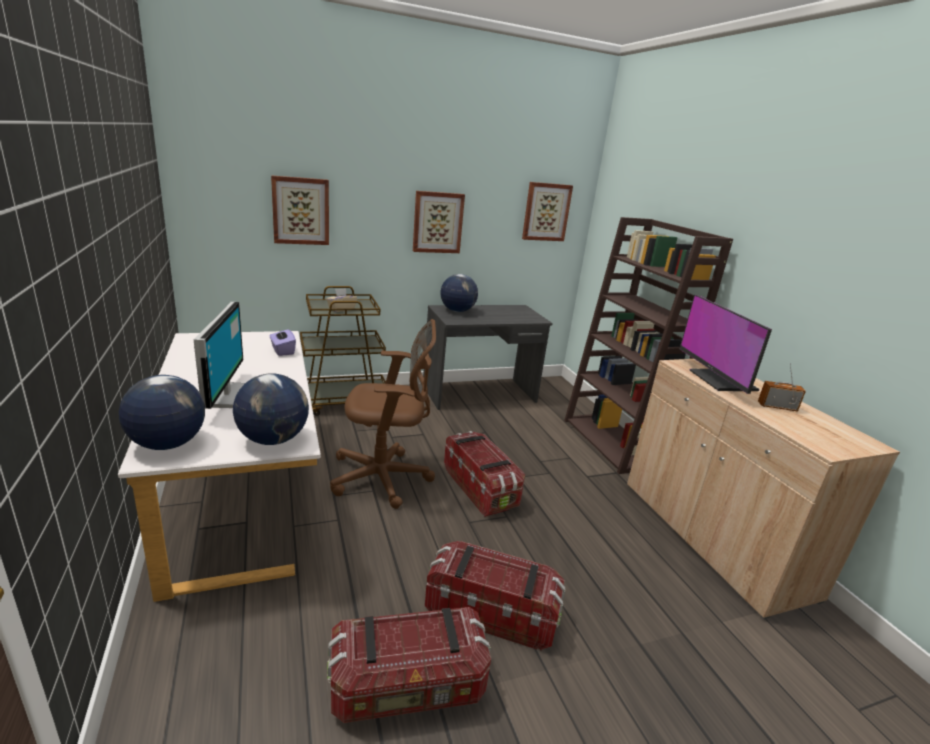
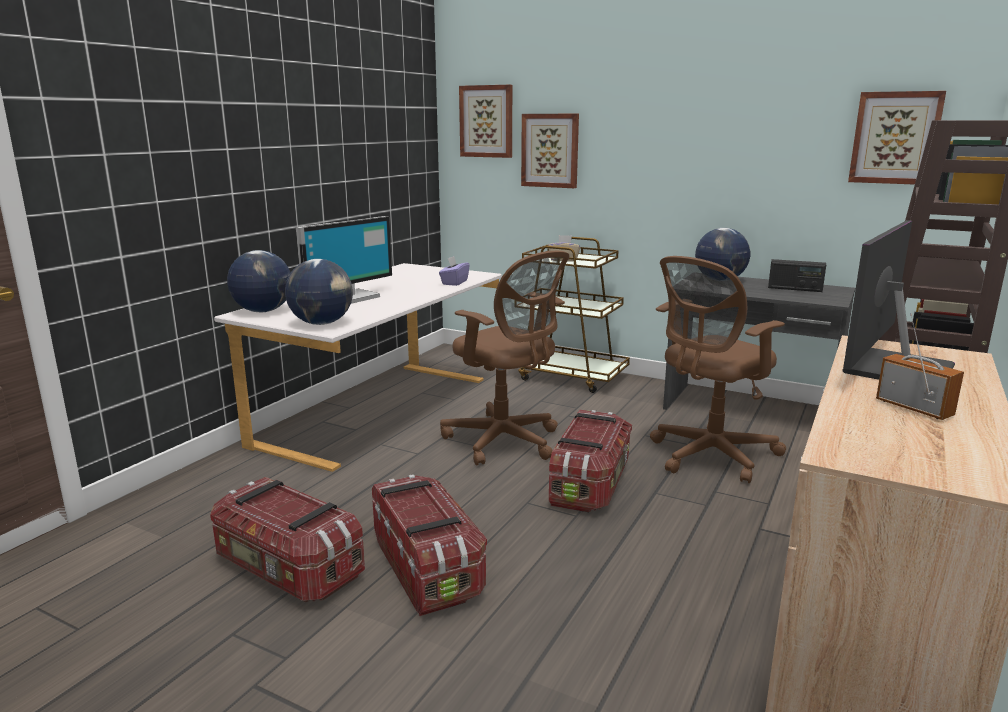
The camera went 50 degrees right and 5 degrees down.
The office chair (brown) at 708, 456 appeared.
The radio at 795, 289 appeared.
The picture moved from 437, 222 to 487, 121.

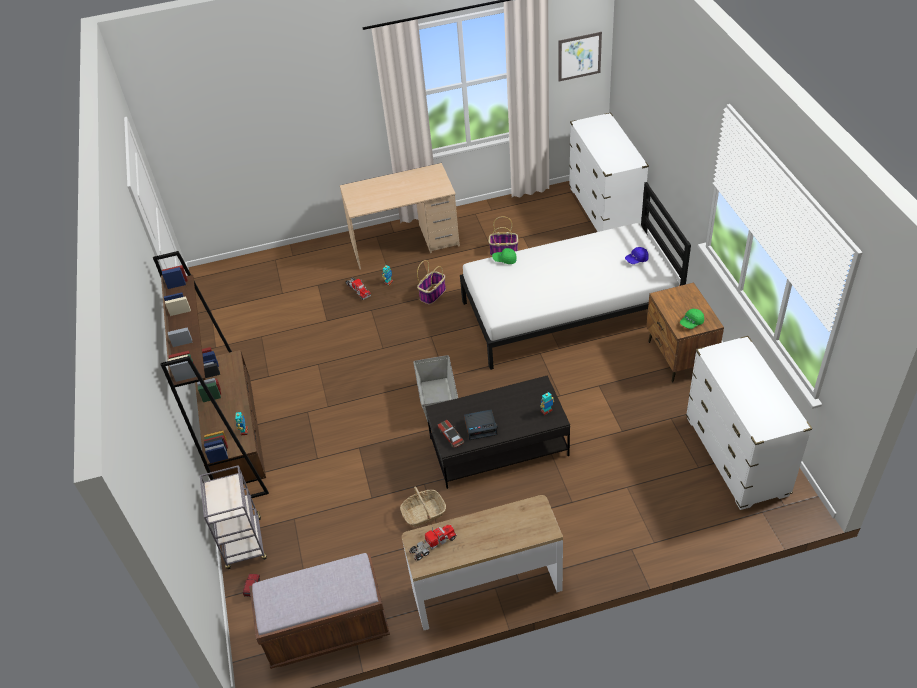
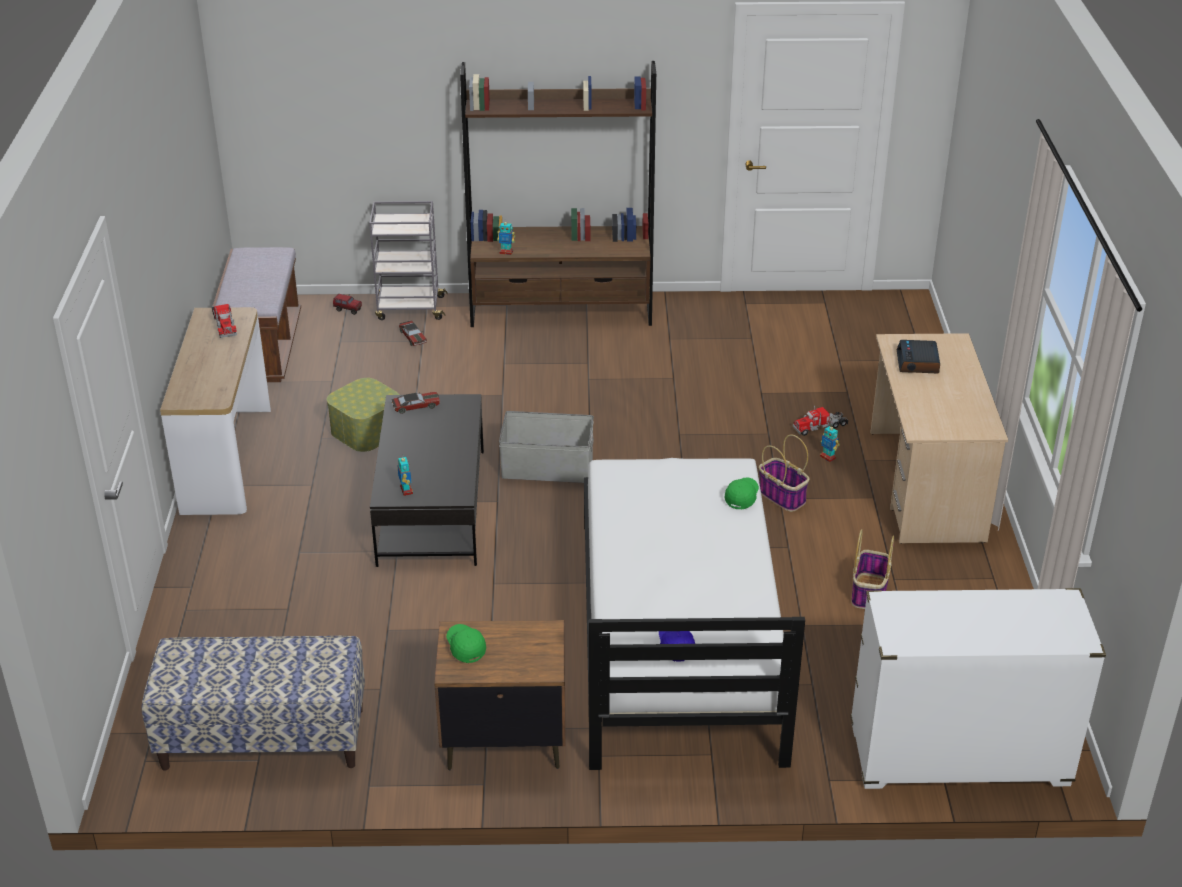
The camera went 100 degrees right and 10 degrees down.
The picture at 579, 56 disappeared.
The toy car at 413, 337 appeared.
The alarm clock moved from 481, 427 to 918, 362.
The basket at 423, 513 was replaced by the storage box at 366, 430.
The dresser (white) at 736, 456 was replaced by the bench at 263, 739.

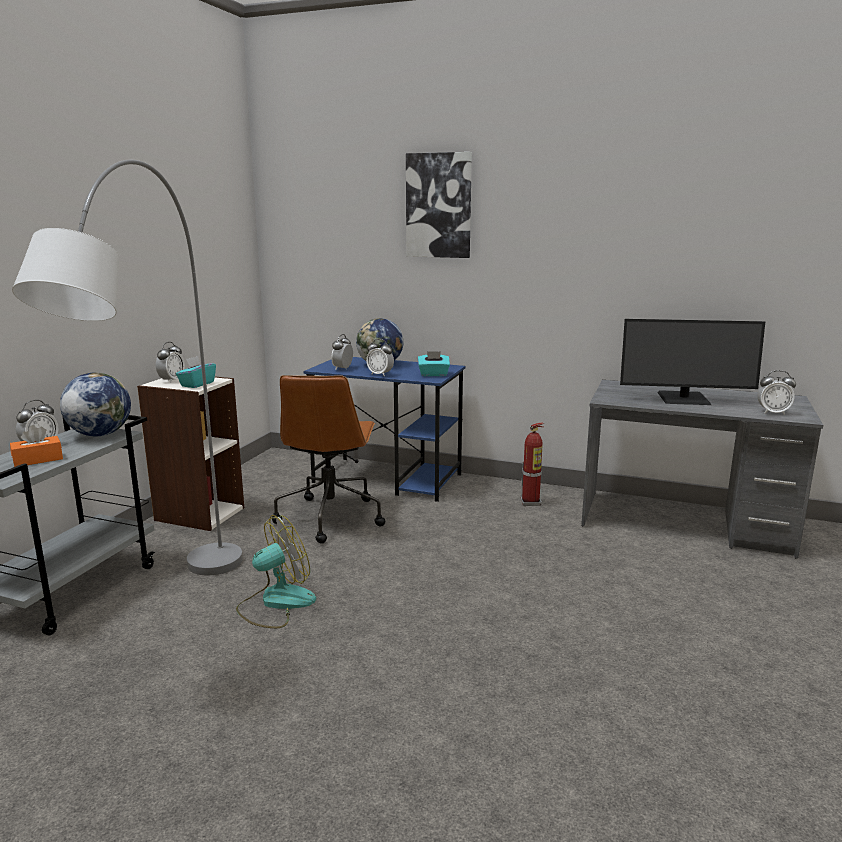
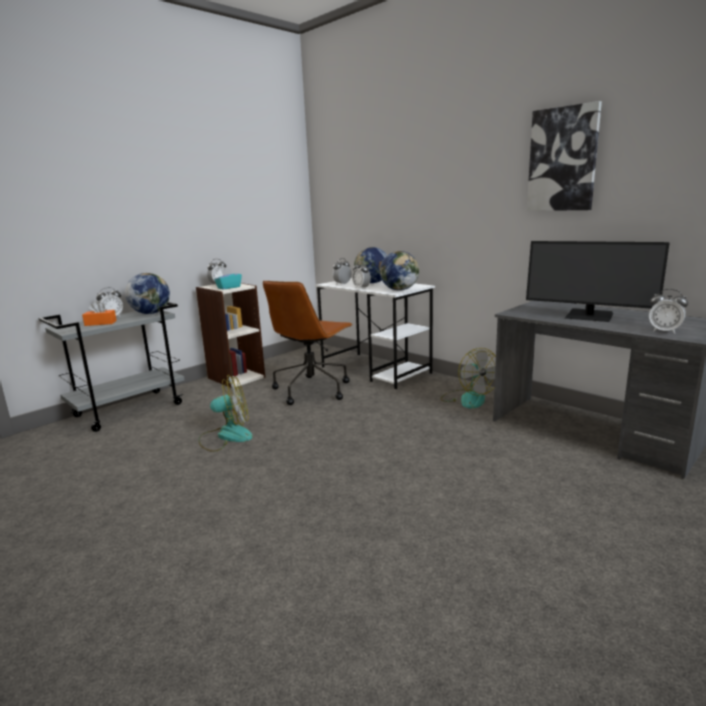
The camera went 25 degrees right and 0 degrees up.
The floor lamp (grey) at 173, 619 disappeared.
The picture moved from 439, 206 to 563, 159.
The tissue box (turquoise) at 433, 374 was replaced by the globe at 399, 290.
The fire extinguisher at 531, 502 was replaced by the fan at 468, 398.
The desk (blue) at 388, 479 became the desk (white) at 376, 370.

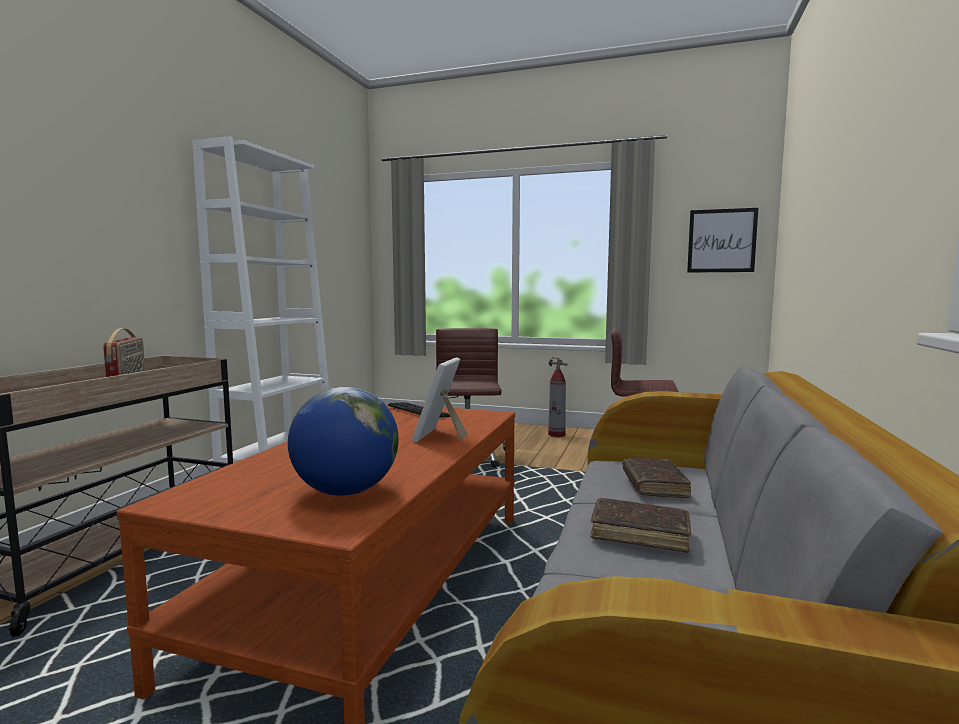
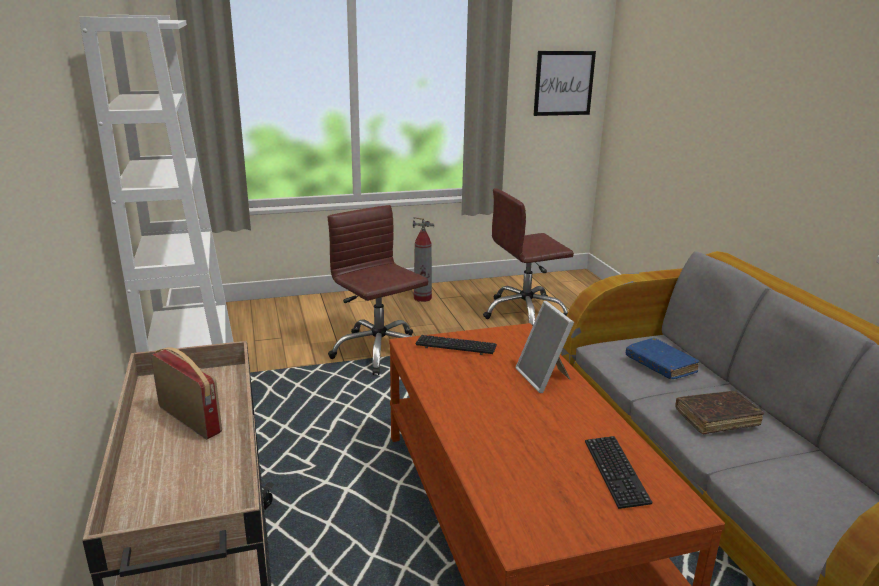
The camera went 35 degrees left and 15 degrees up.
The globe at 346, 491 was replaced by the keyboard at 615, 472.
The book (brown) at 654, 485 became the book (blue) at 660, 365.

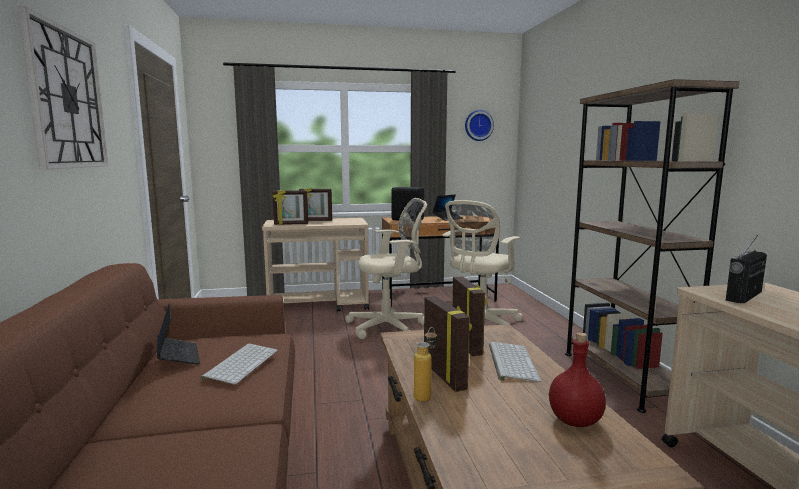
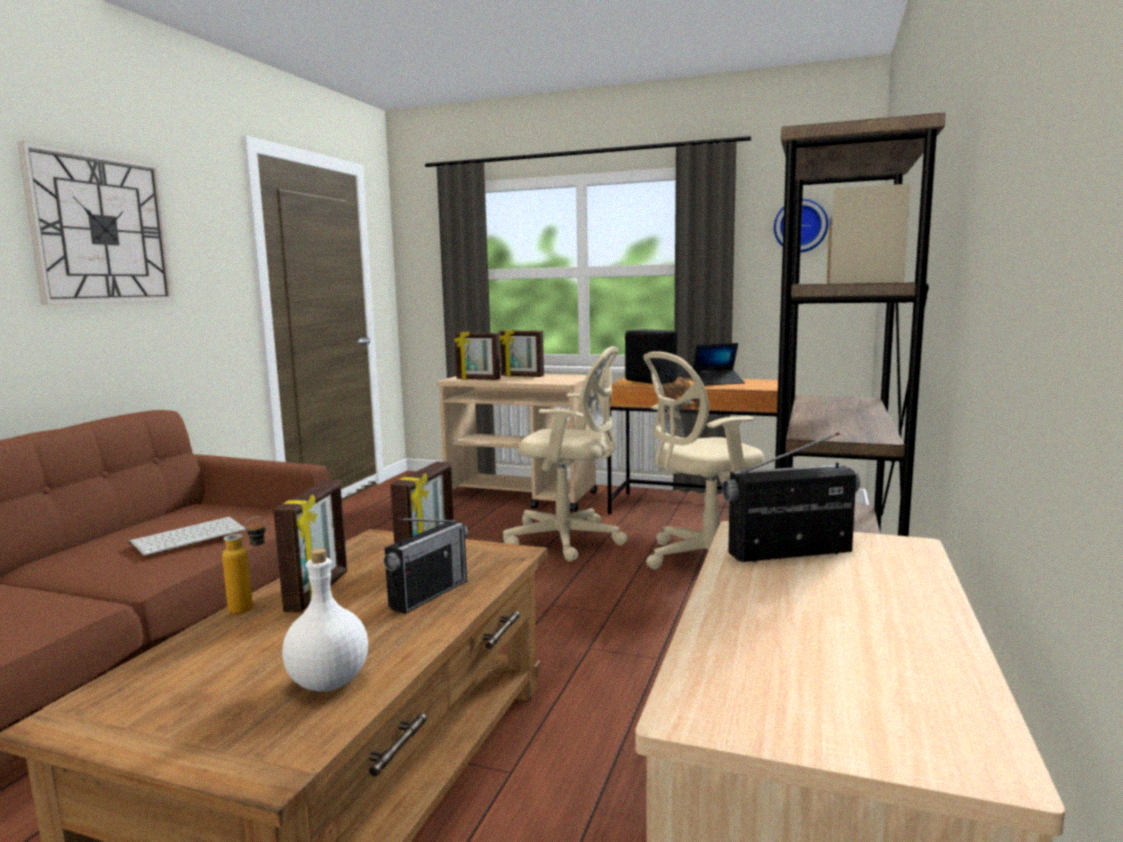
The camera went 30 degrees right and 0 degrees up.
The laptop at 178, 357 disappeared.
The keyboard at 511, 361 was replaced by the radio at 429, 594.
The bottle (red) at 576, 421 became the bottle (white) at 329, 683.

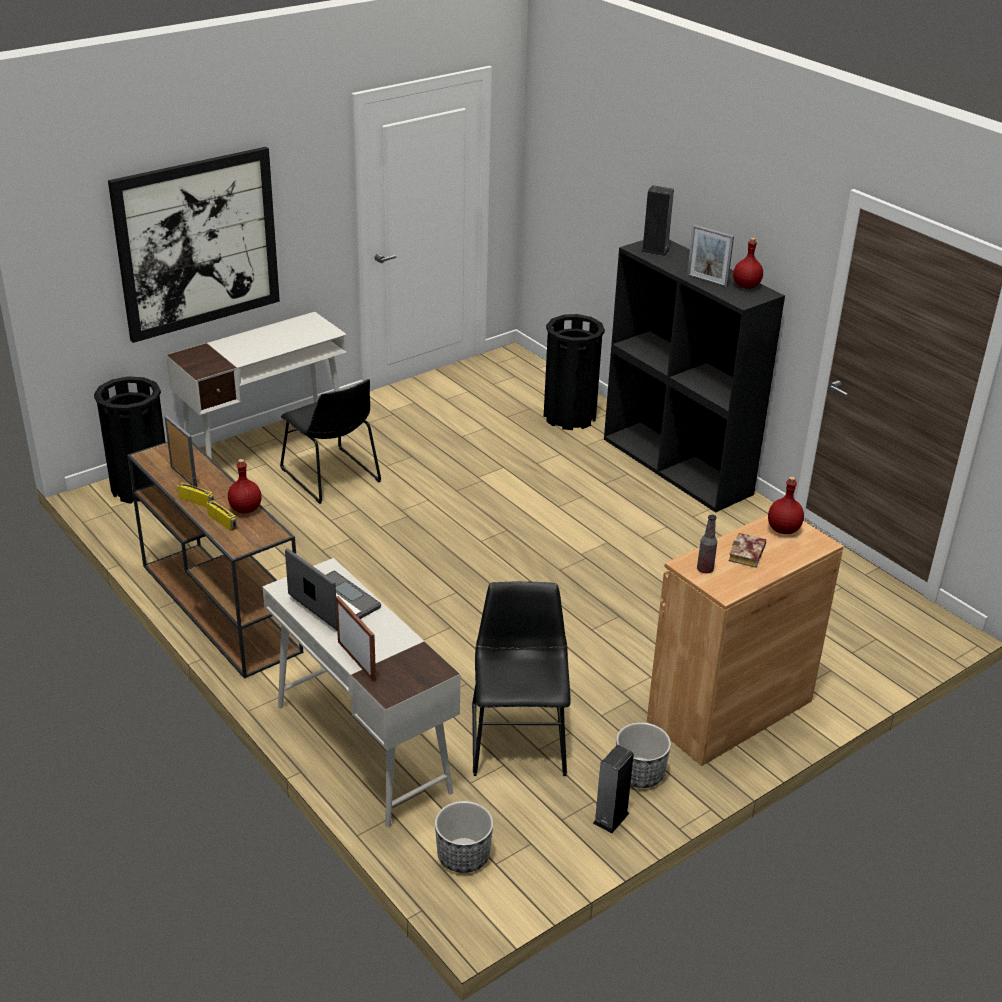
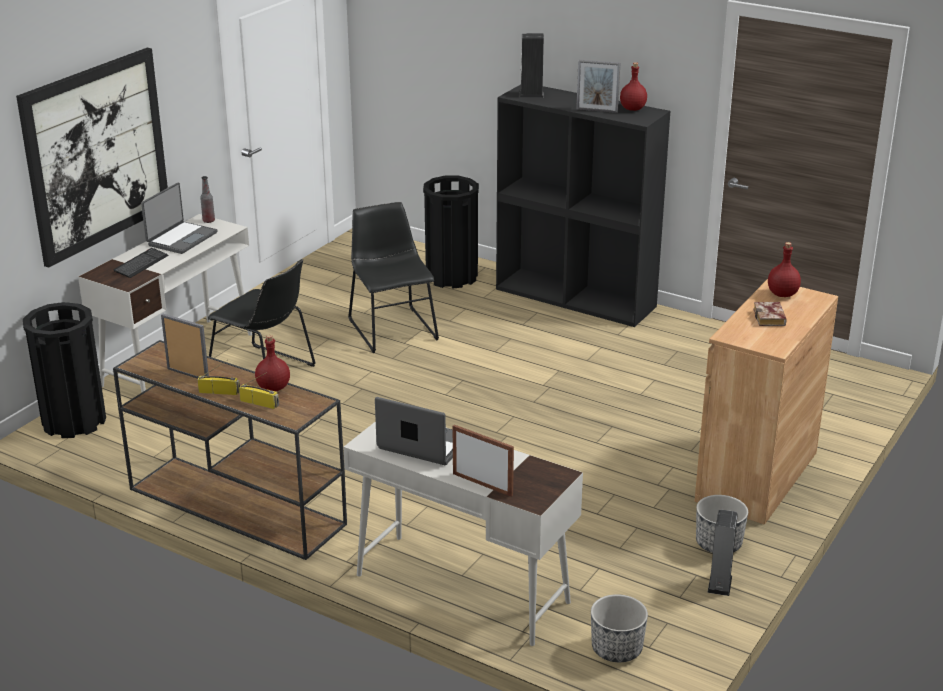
The camera went 20 degrees left and 5 degrees down.
The keyboard at 141, 264 appeared.
The laptop at 181, 238 appeared.
The chair (black) moved from 518, 735 to 391, 327.
The bottle moved from 705, 569 to 208, 221.

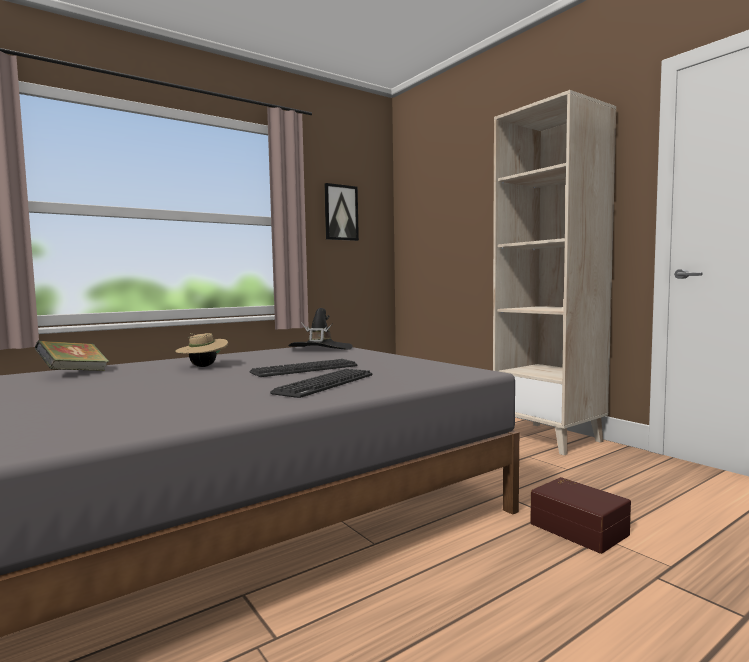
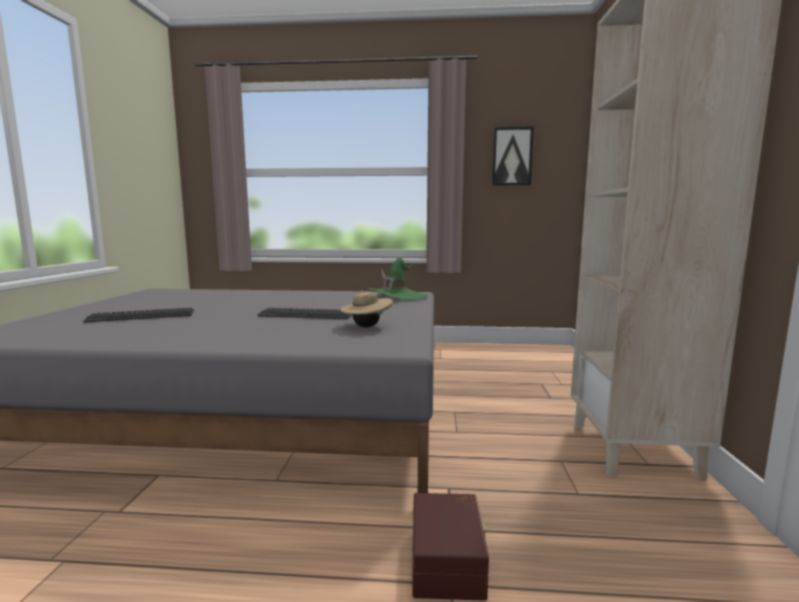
The camera went 40 degrees right and 5 degrees up.
The book at 74, 373 disappeared.
The hat (beige) moved from 203, 366 to 366, 326.
The keyboard moved from 325, 384 to 142, 316.
The hat (black) at 320, 349 became the hat (green) at 397, 296.

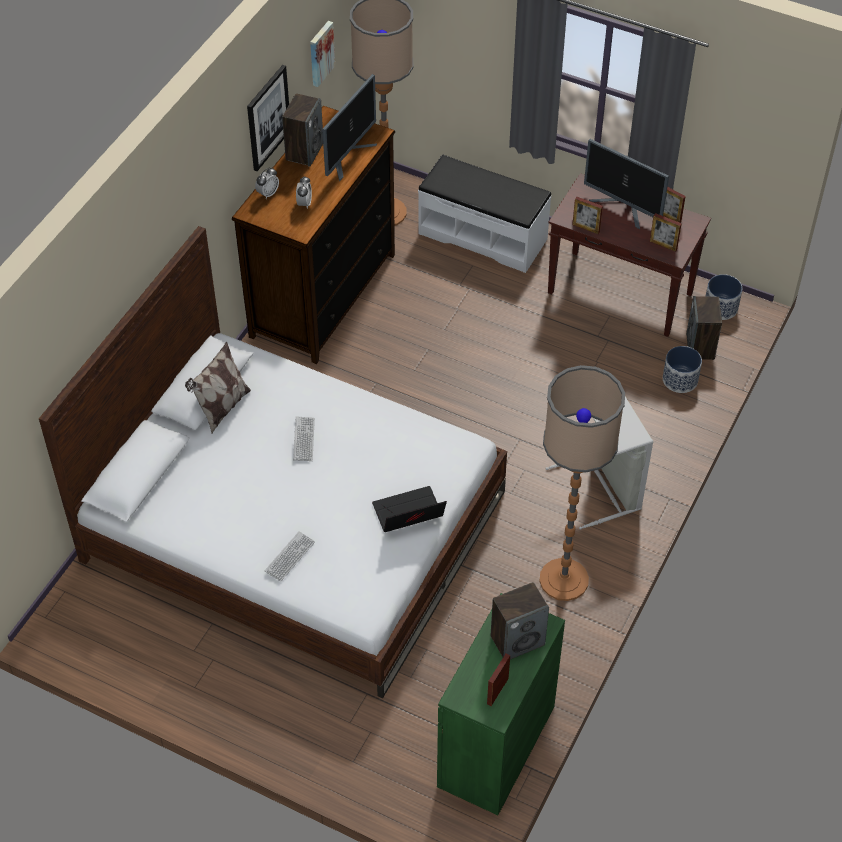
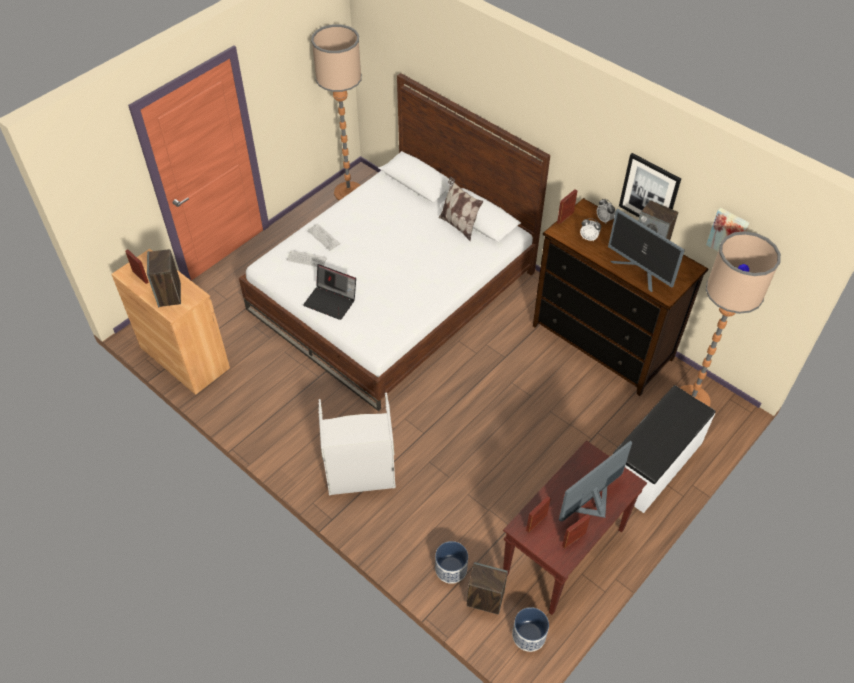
The camera went 105 degrees right and 0 degrees up.
The keyboard moved from 304, 439 to 306, 259.
The floor lamp moved from 563, 579 to 349, 192.
The picture frame moved from 586, 228 to 565, 217.
The cabinet (green) at 496, 746 became the cabinet (brown) at 184, 357.
The laptop at 408, 515 turned 120 degrees clockwise.

